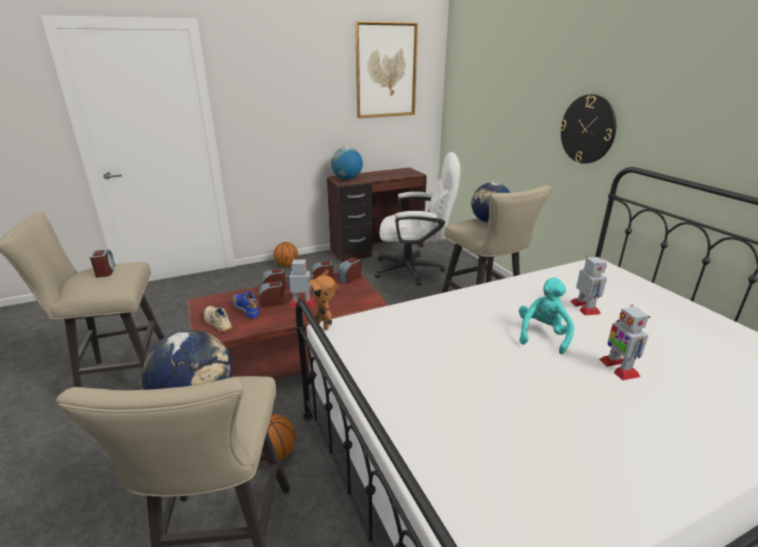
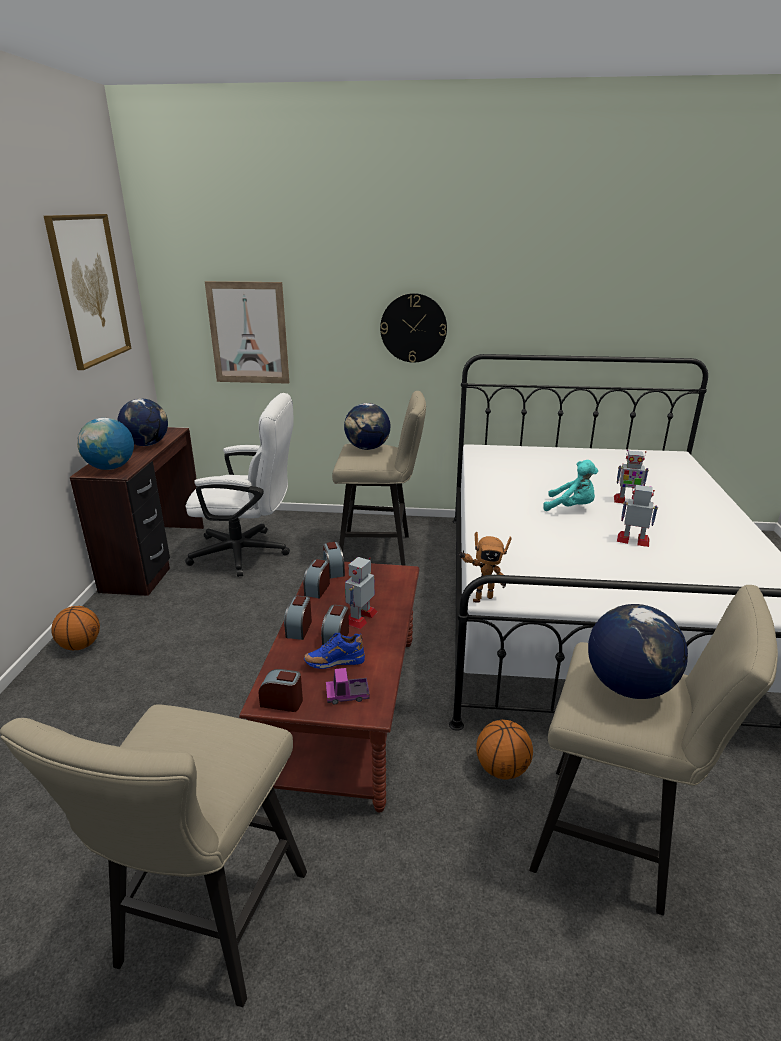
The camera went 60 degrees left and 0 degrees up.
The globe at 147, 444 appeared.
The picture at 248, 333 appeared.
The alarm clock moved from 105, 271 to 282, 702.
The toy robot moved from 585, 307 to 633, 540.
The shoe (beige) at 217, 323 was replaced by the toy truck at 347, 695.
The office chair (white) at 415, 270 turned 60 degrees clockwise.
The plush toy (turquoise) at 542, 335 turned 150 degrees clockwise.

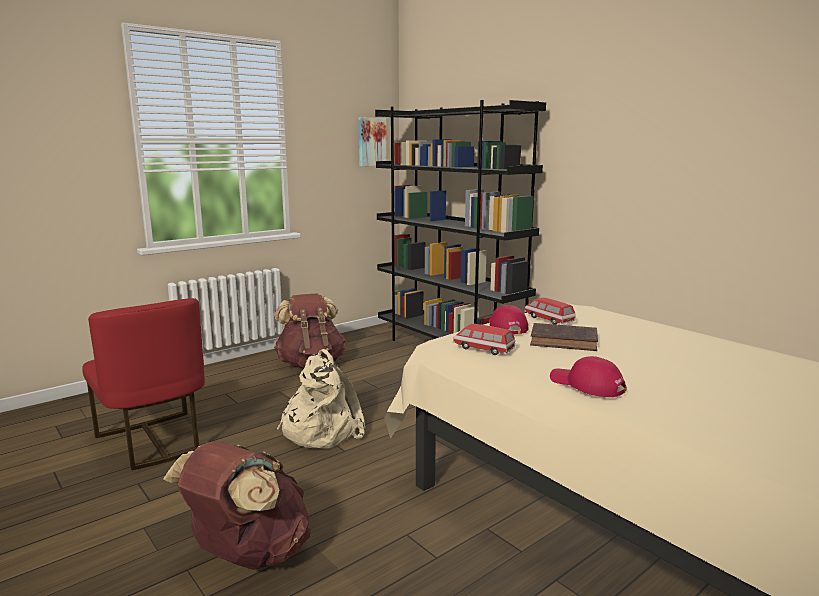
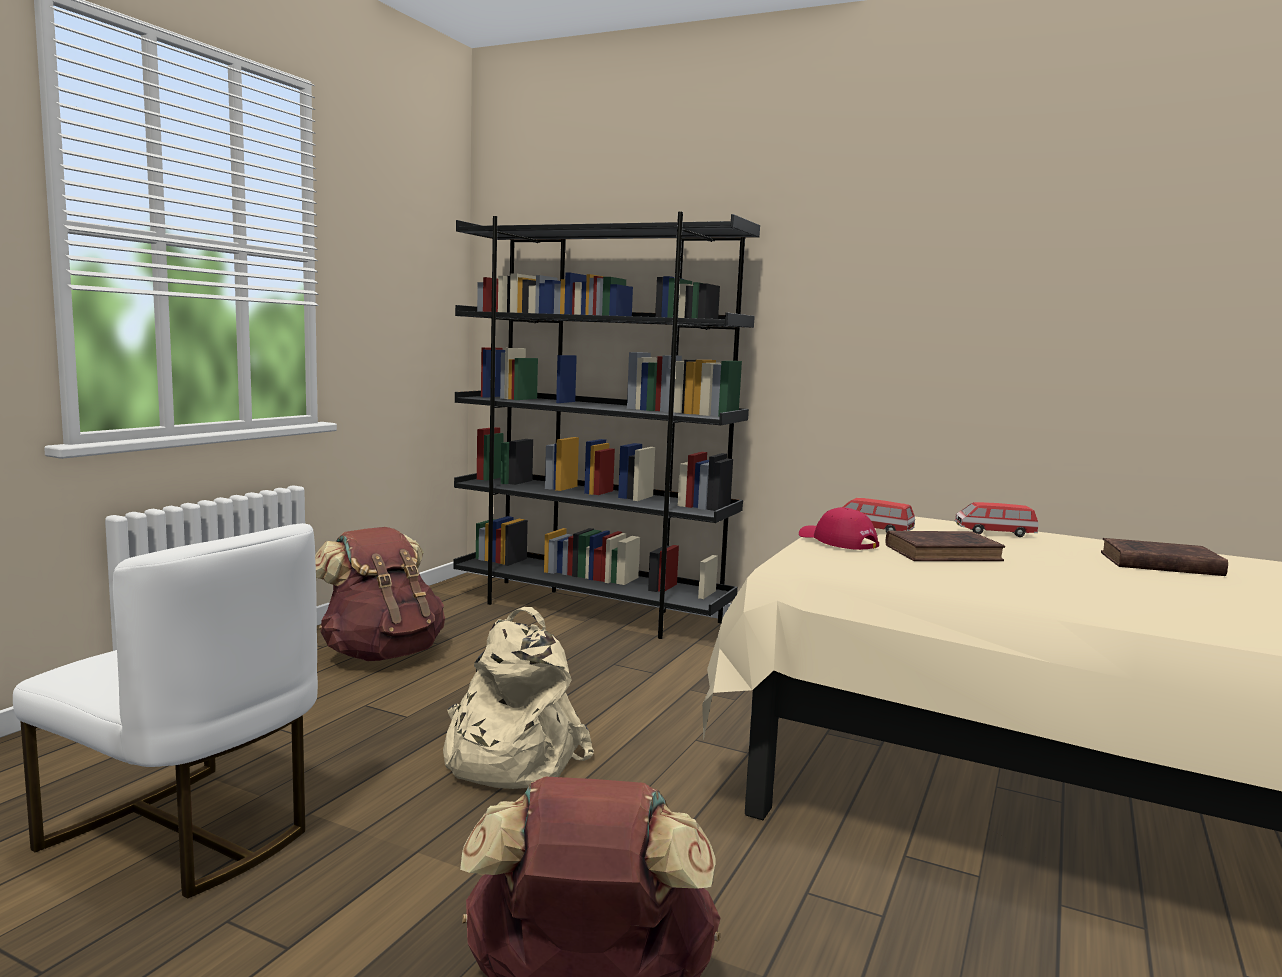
The camera went 25 degrees left and 5 degrees down.
The picture at 371, 142 disappeared.
The cap (red) at 586, 385 disappeared.
The book (brown) at 1157, 564 appeared.
The toy car moved from 483, 349 to 994, 533.
The chair (red) at 153, 441 became the chair (white) at 186, 834.

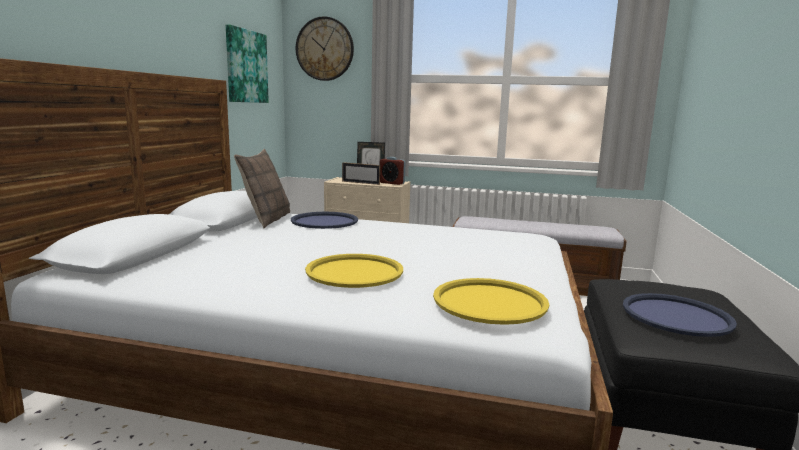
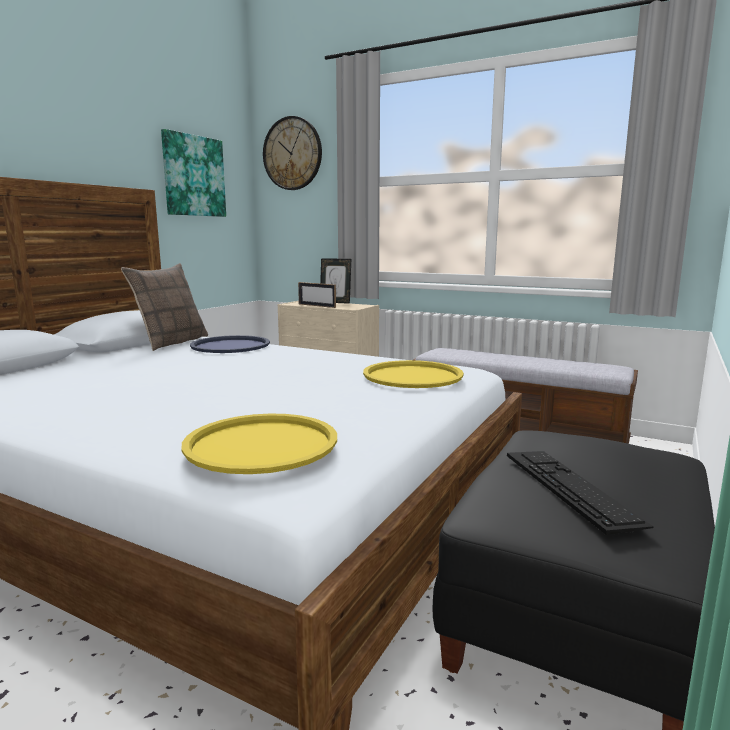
The camera went 15 degrees right and 0 degrees up.
The alarm clock at 392, 183 disappeared.
The tray (yellow) moved from 354, 272 to 412, 376.
The tray (blue) at 676, 316 was replaced by the keyboard at 569, 487.

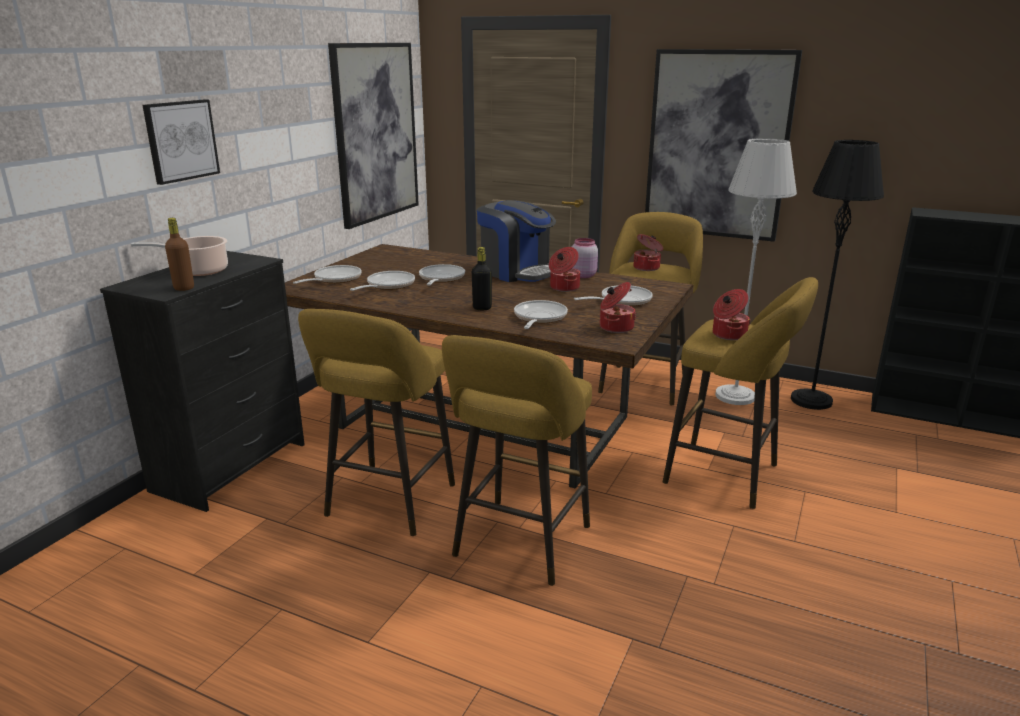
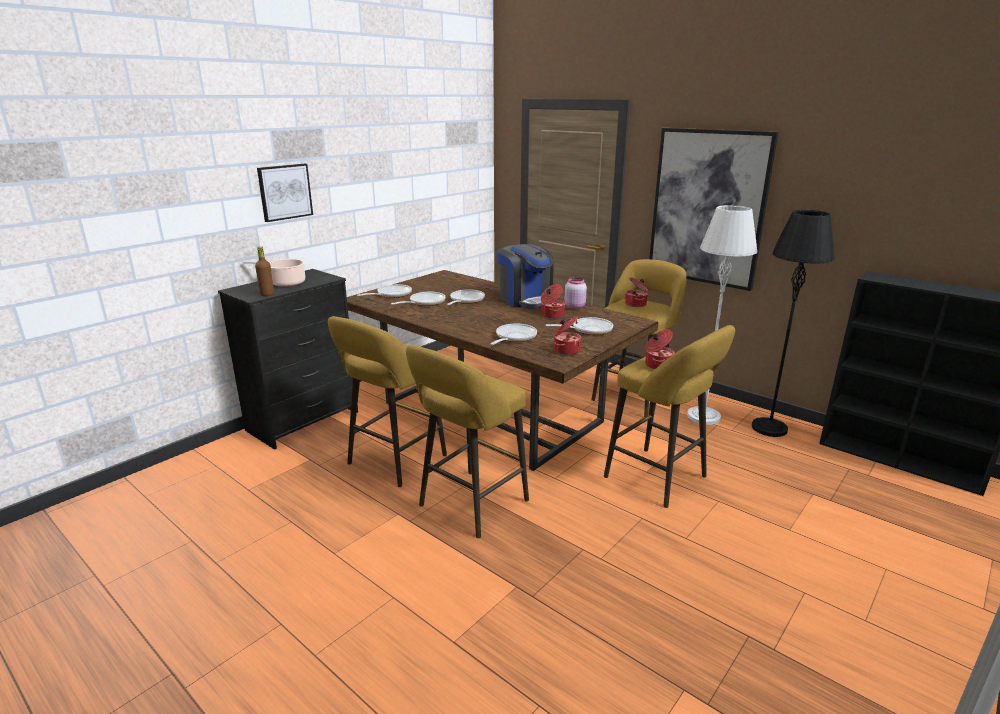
The camera went 15 degrees right and 0 degrees up.
The picture at 375, 133 disappeared.
The bottle (black) at 482, 308 disappeared.

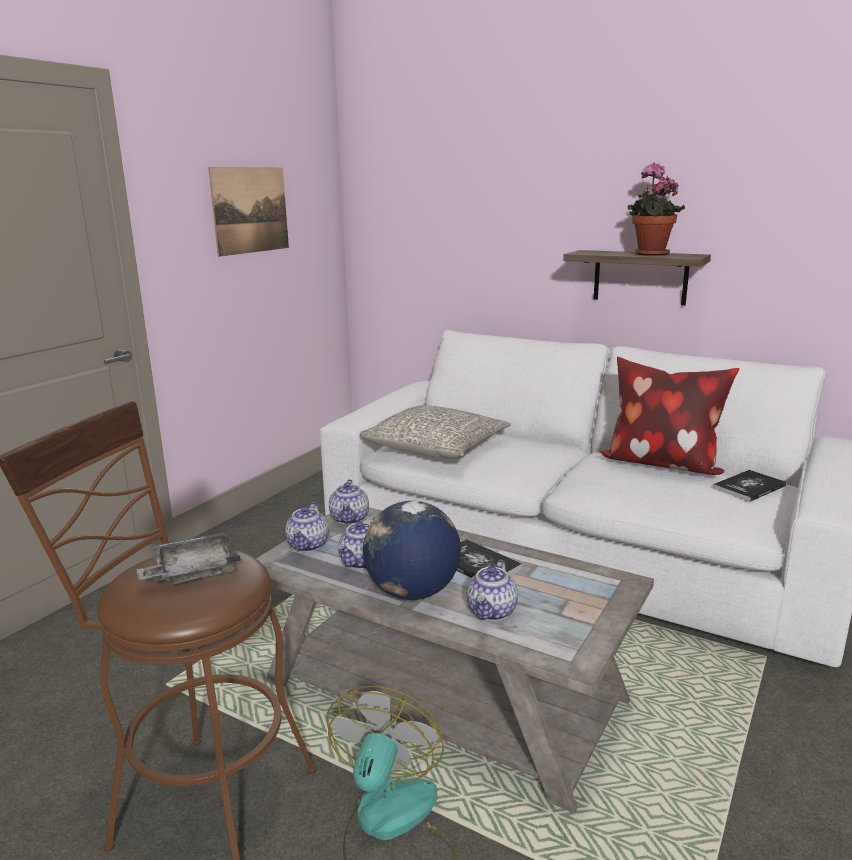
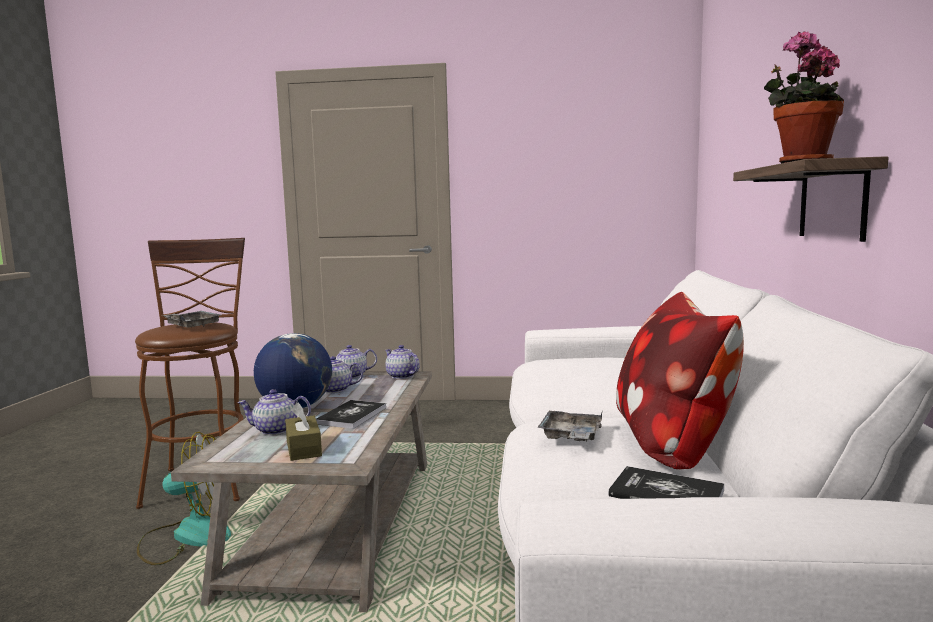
The camera went 65 degrees right and 10 degrees down.
The picture at 250, 210 disappeared.
The pillow (grey) at 436, 447 disappeared.
The tissue box (brown) at 303, 448 appeared.
The tray (grey) at 571, 437 appeared.
The teapot at 350, 519 turned 75 degrees clockwise.

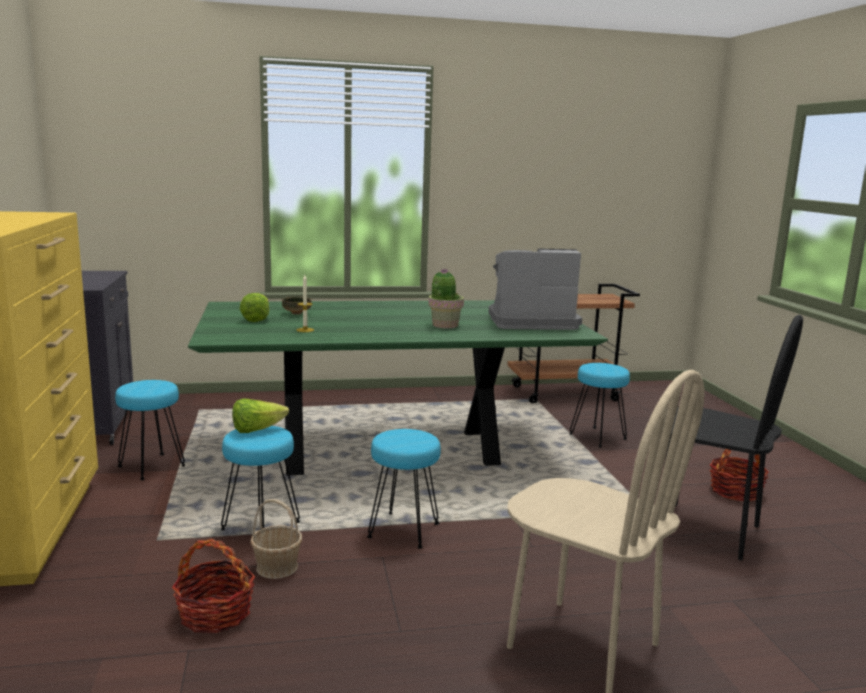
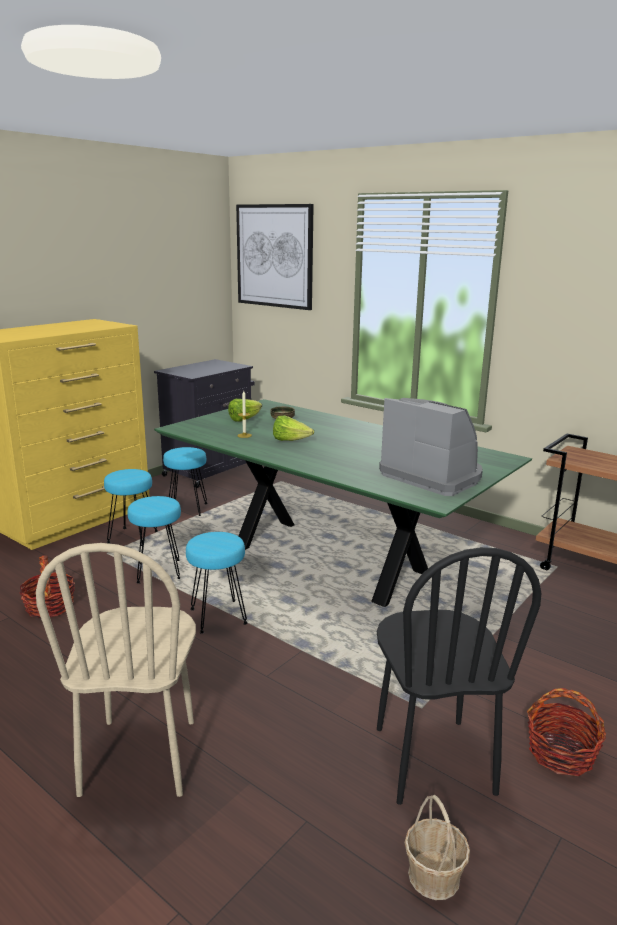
The camera went 50 degrees right and 5 degrees up.
The potted plant at 444, 325 disappeared.
The picture at 274, 256 appeared.
The lettuce moved from 257, 430 to 290, 441.
The basket moved from 277, 567 to 434, 875.
The stool (turquoise) moved from 598, 437 to 132, 537.

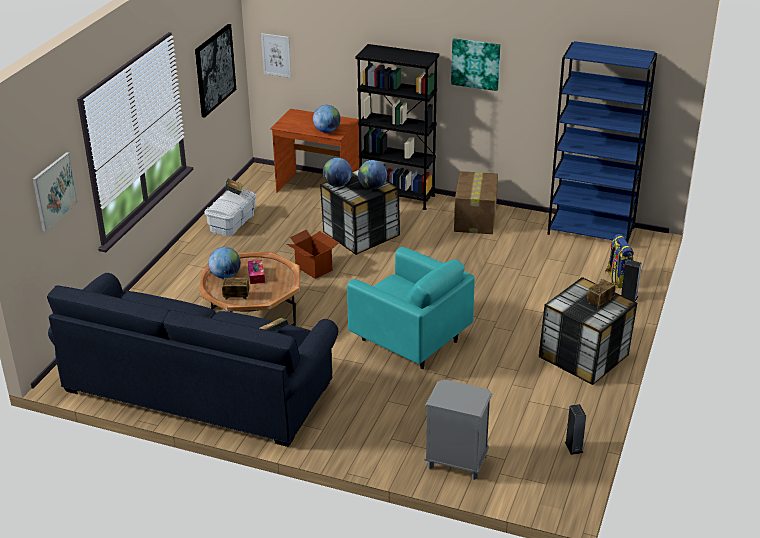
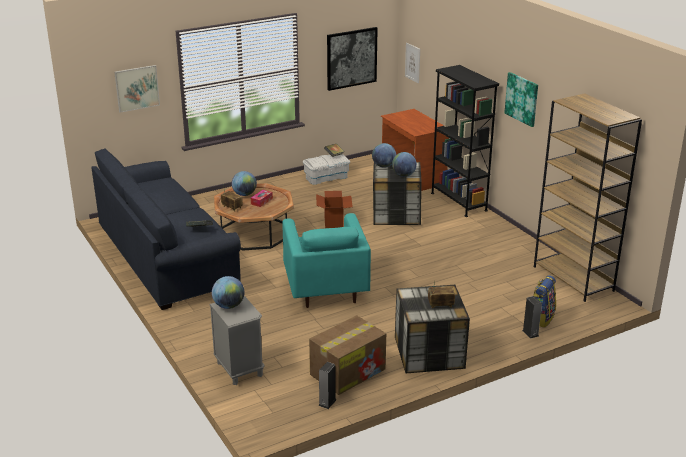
The camera went 40 degrees right and 5 degrees down.
The globe moved from 327, 131 to 229, 306.
The cardboard box moved from 475, 218 to 348, 371.
The bookcase (blue) at 591, 231 became the bookcase (brown) at 573, 279.

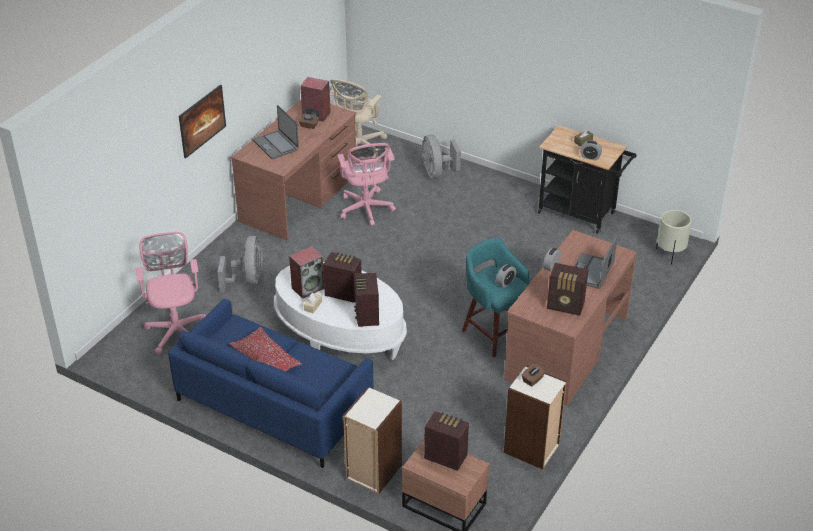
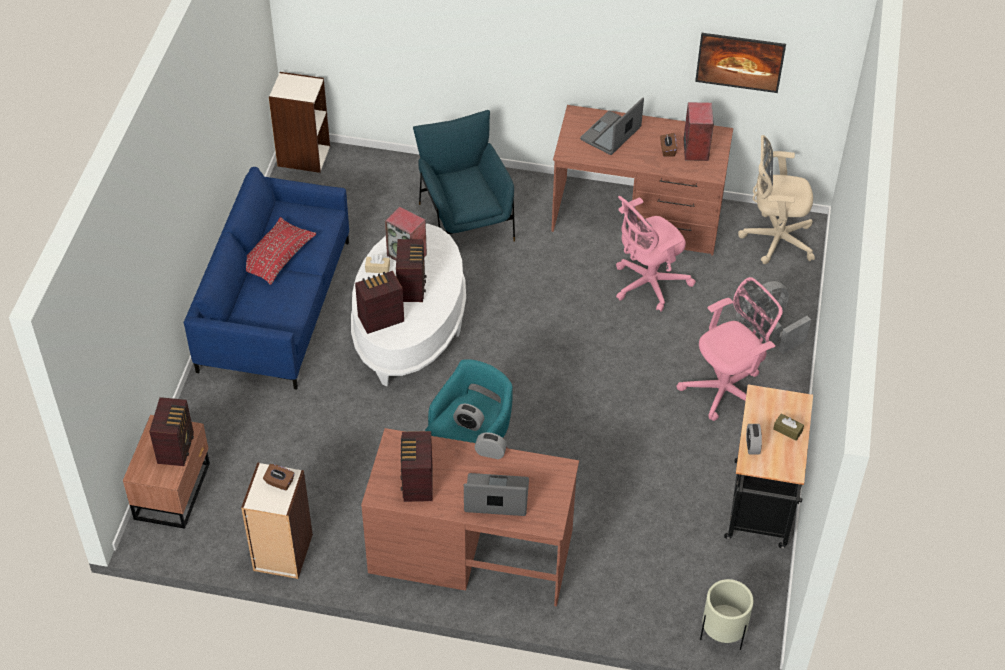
The camera went 70 degrees right and 10 degrees up.
The office chair (pink) moved from 176, 329 to 726, 389.
The picture moved from 203, 131 to 738, 74.
The bookcase moved from 373, 472 to 303, 156.
The fan (grey) at 247, 280 was replaced by the armchair (blue) at 465, 219.

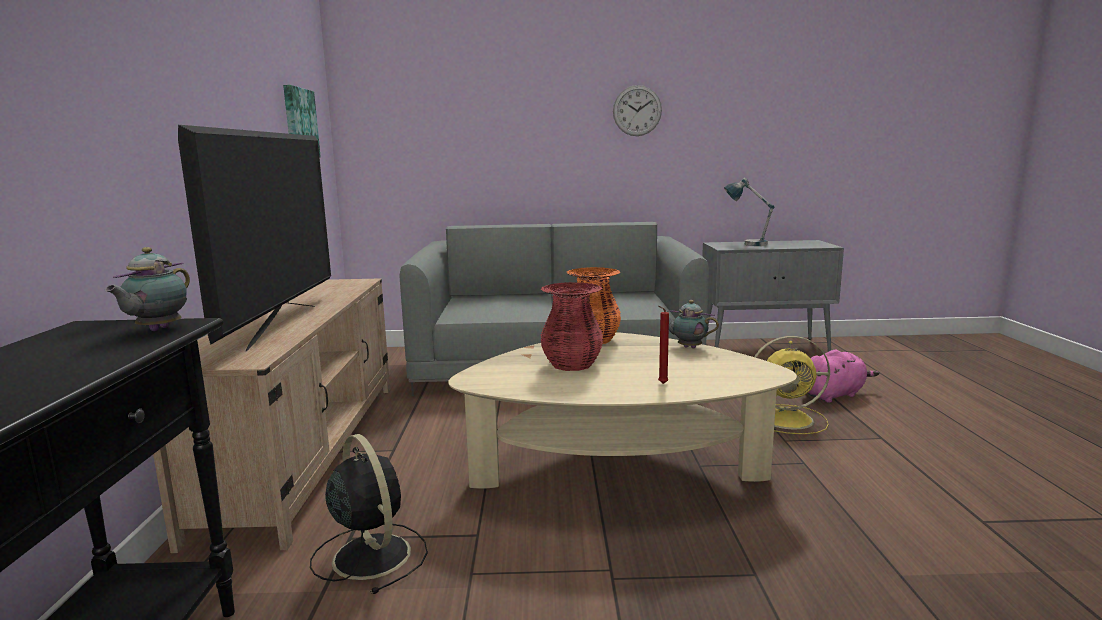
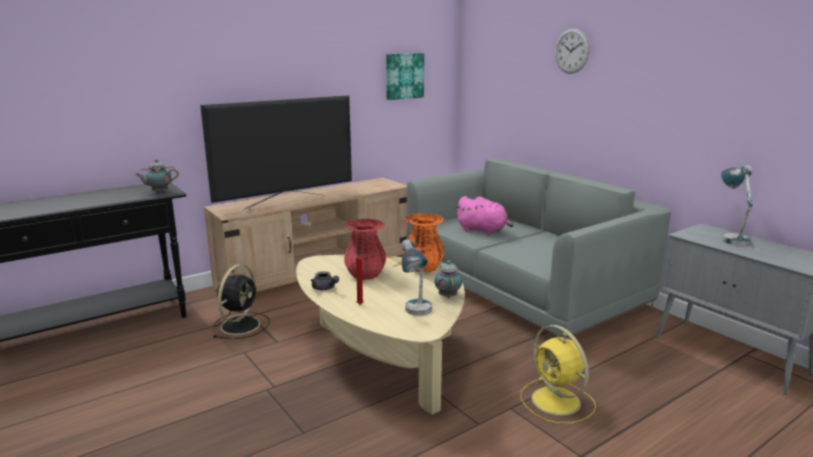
The camera went 55 degrees right and 5 degrees up.
The teapot (grey) at 325, 288 appeared.
The table lamp at 416, 314 appeared.
The wall clock moved from 637, 110 to 571, 51.
The plush toy (pink) moved from 833, 395 to 483, 230.

